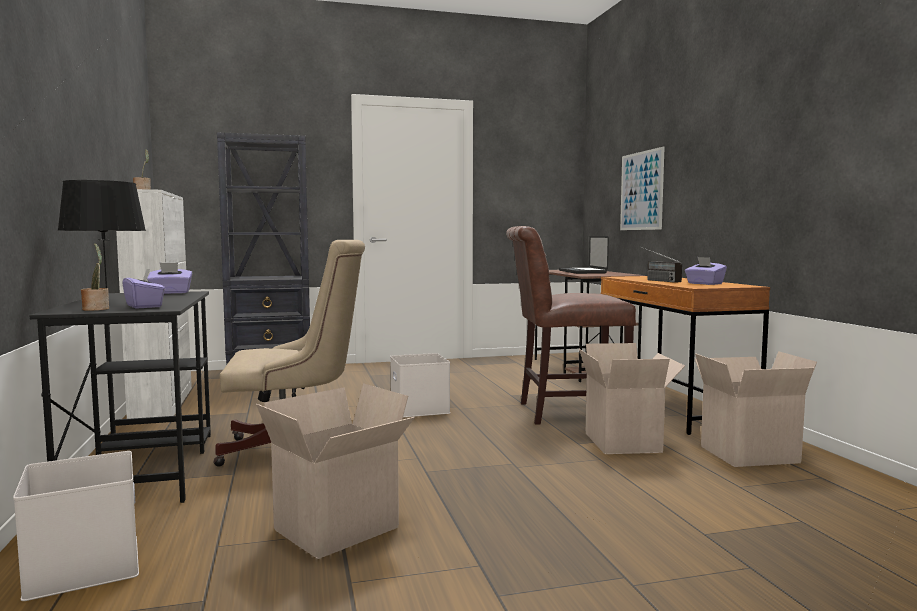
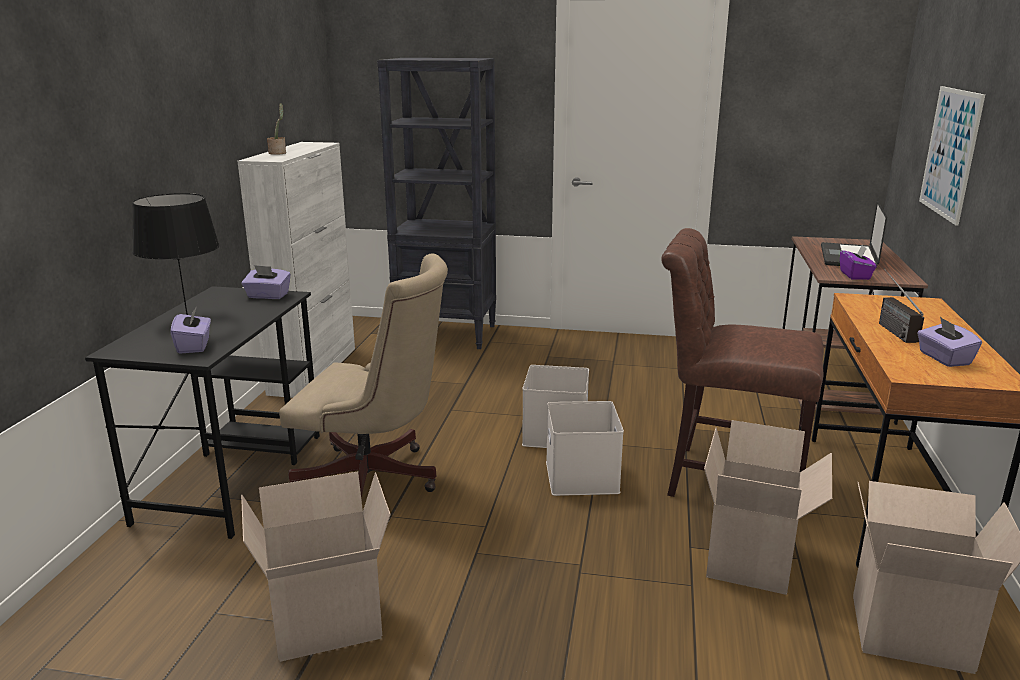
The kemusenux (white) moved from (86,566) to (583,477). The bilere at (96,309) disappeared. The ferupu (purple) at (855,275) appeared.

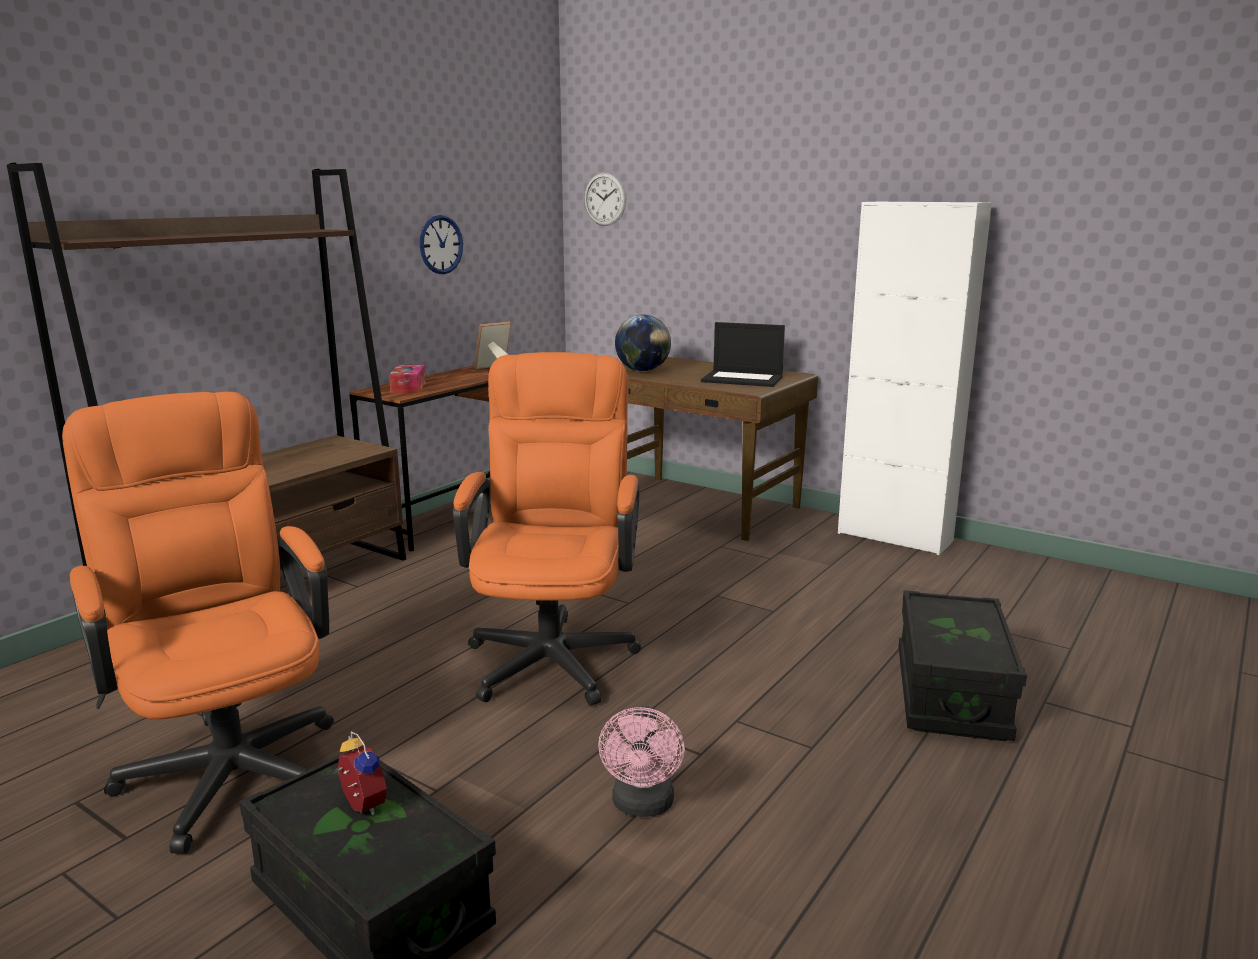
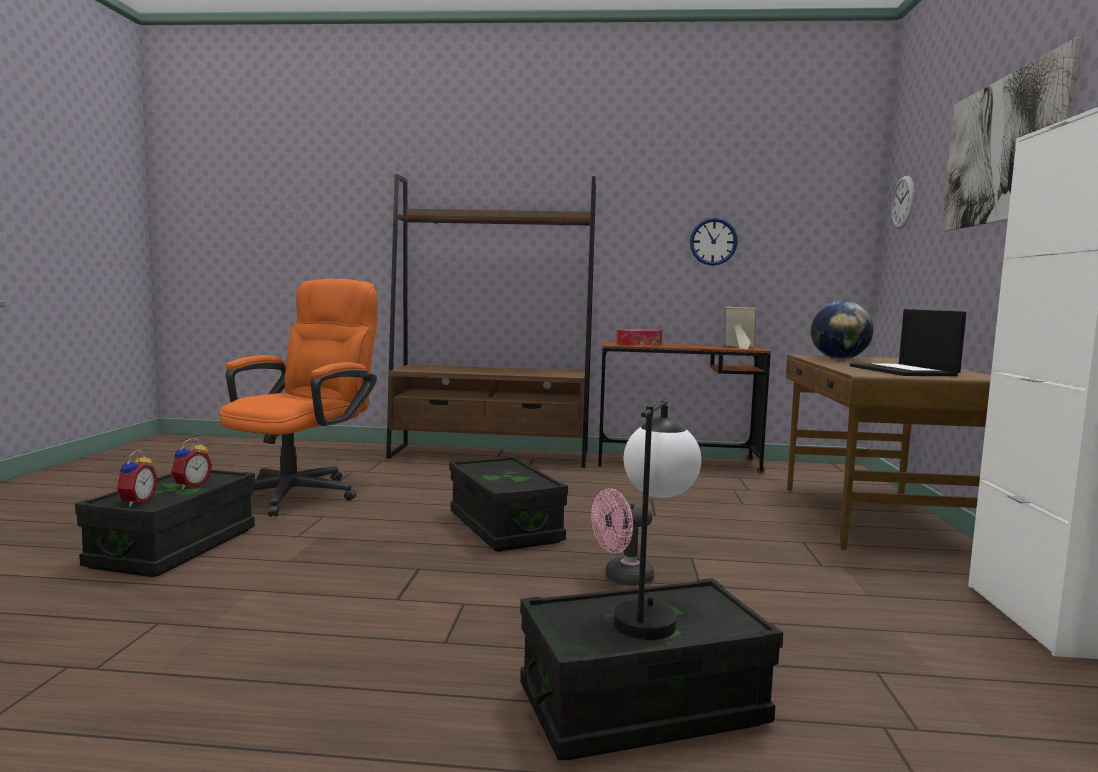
The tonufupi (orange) at (554,652) was replaced by the kemusenux (black) at (504,527). The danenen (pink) moved from (642,806) to (621,578). The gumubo at (135,502) appeared. The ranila at (650,613) appeared. The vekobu at (1003,150) appeared.

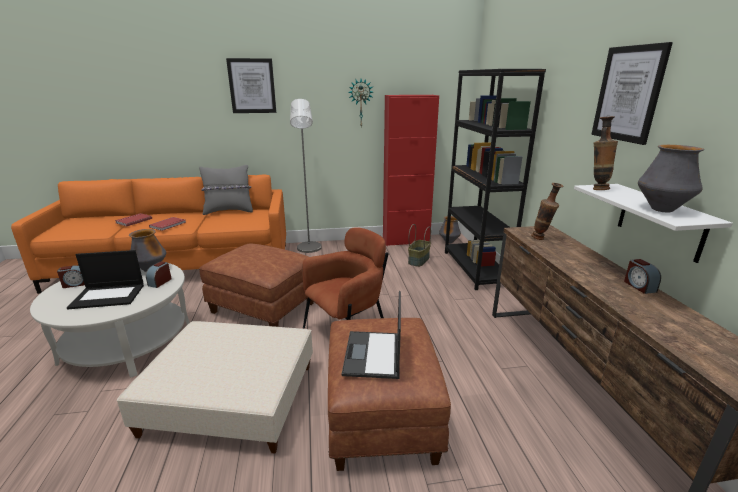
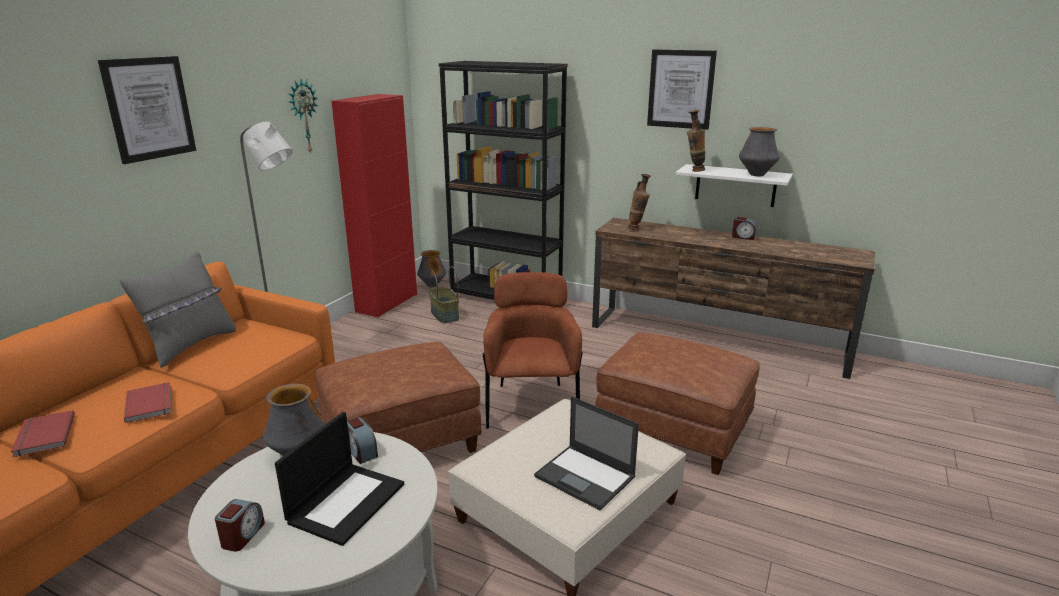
The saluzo moved from (373,355) to (586,477).

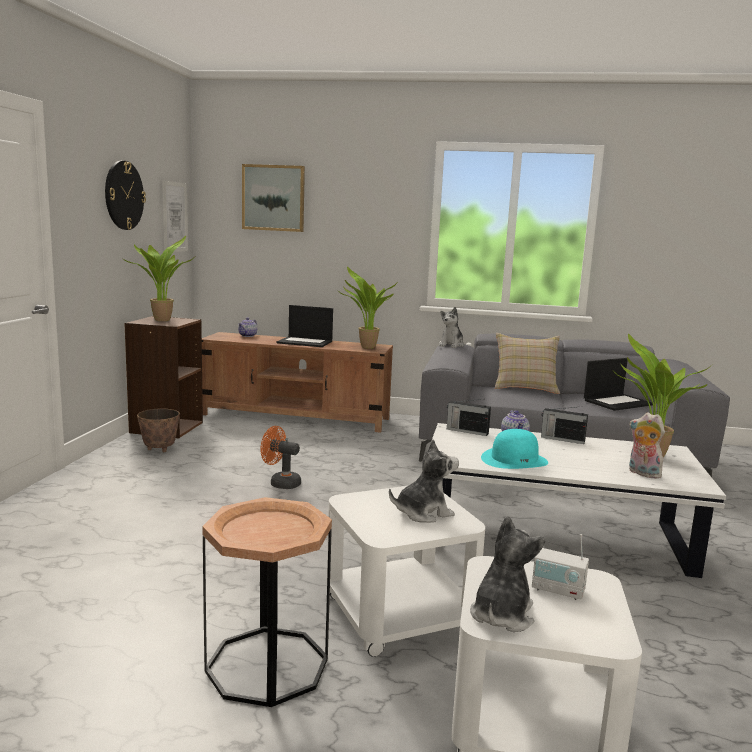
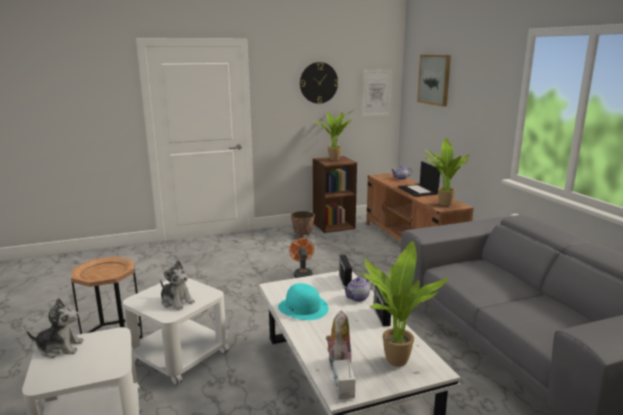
The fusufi at (451,345) disappeared. The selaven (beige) at (525,388) disappeared. The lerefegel moved from (558,590) to (343,389). The saluzo at (618,402) disappeared.

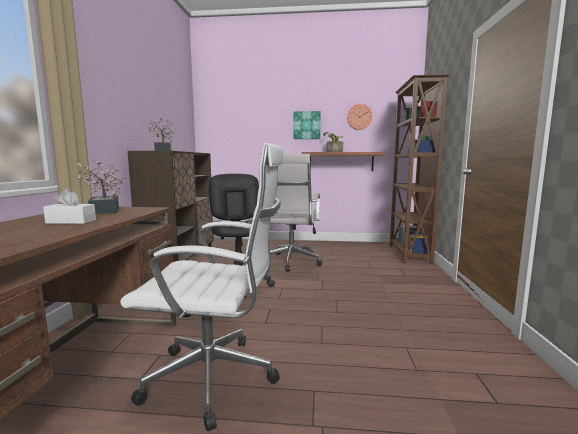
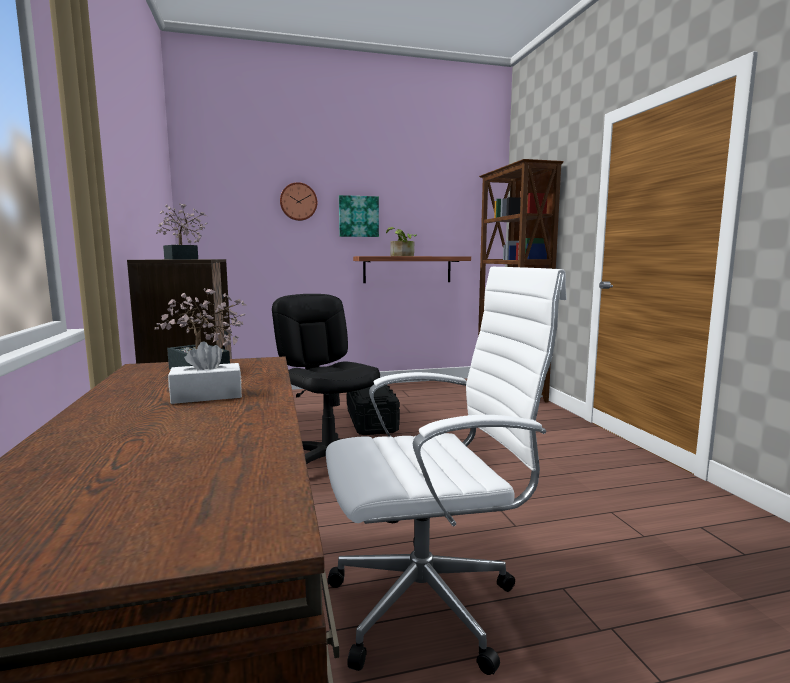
The tonufupi (white) at (290,262) was replaced by the kemusenux (black) at (371,421). The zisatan moved from (359,117) to (298,202).

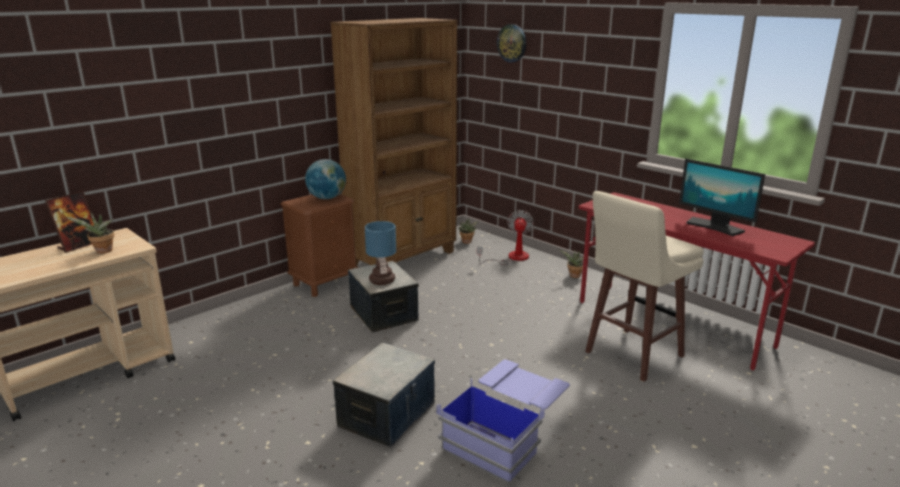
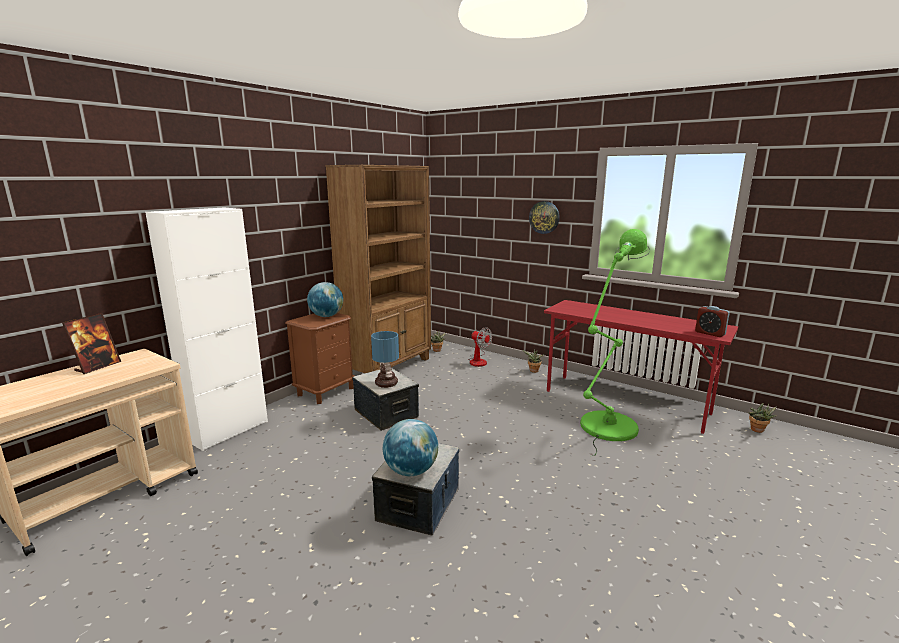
The bilere moved from (102,252) to (758,431). The kemusenux (blue) at (505,437) disappeared. The danenen at (511,258) turned 135 degrees clockwise. The zisatan moved from (512,43) to (544,217). The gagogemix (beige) at (631,355) was replaced by the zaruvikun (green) at (605,430). The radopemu at (714,226) disappeared. The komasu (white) at (228,431) appeared. The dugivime at (411,471) appeared. The gumubo at (710,333) appeared.

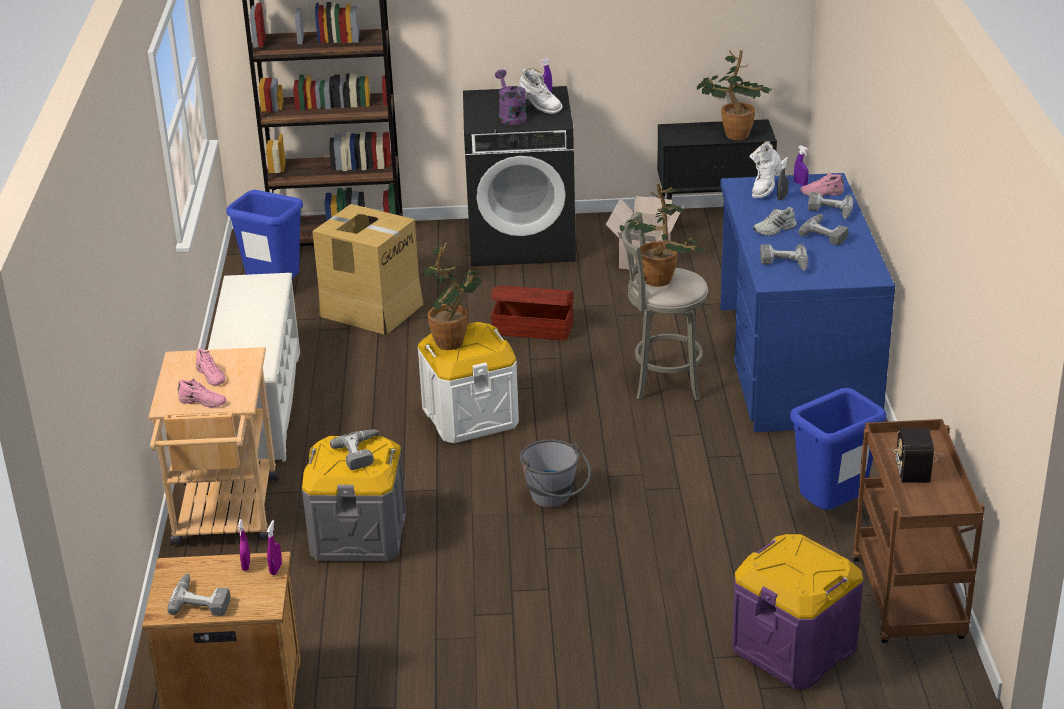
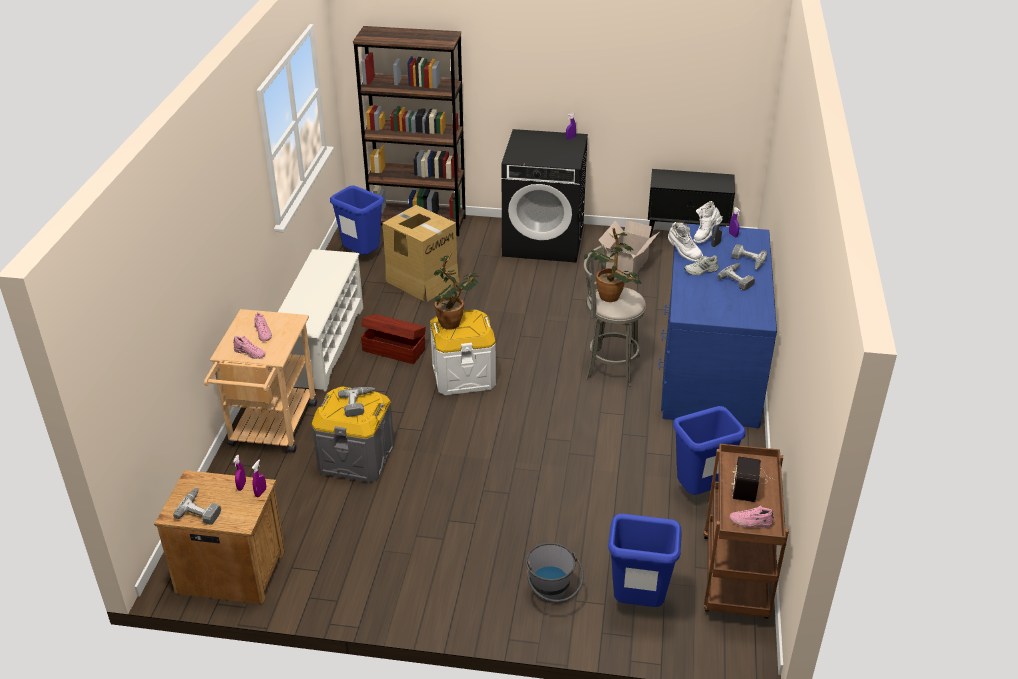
The kemusenux (brown) moved from (532,328) to (393,349). The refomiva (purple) at (510,116) disappeared. The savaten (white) moved from (539,108) to (683,254). The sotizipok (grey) moved from (555,500) to (552,594). The bilere at (732,133) disappeared. The kemusenux (purple) at (794,648) was replaced by the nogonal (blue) at (637,604). The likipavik at (784,264) disappeared. The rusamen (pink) moved from (821,193) to (750,522).

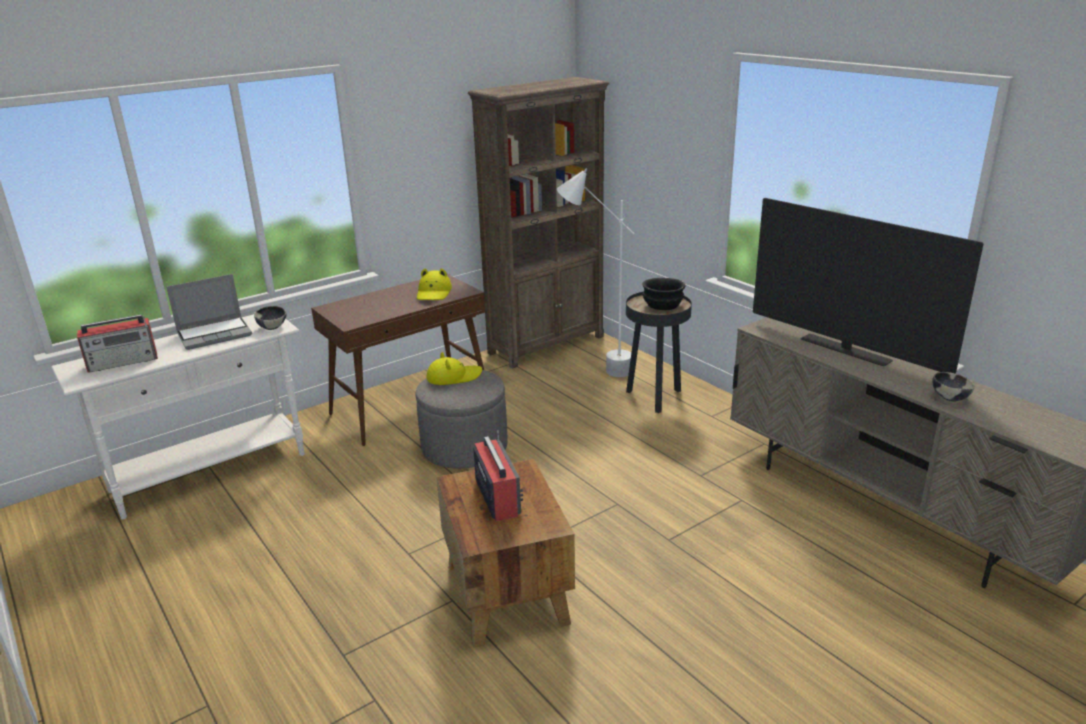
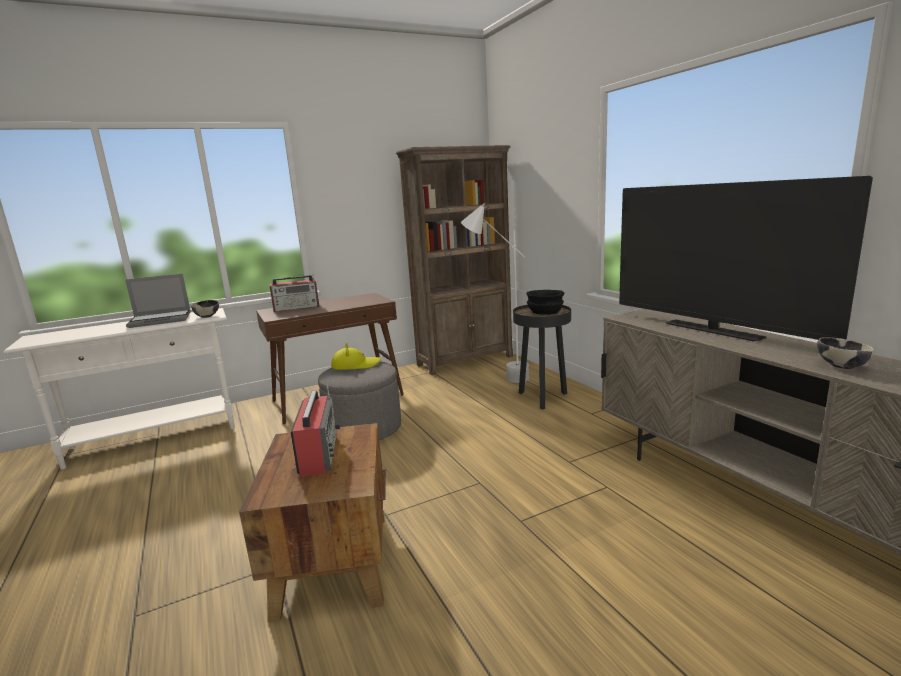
The lerefegel moved from (124,362) to (297,308). The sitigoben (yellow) at (434,293) disappeared.

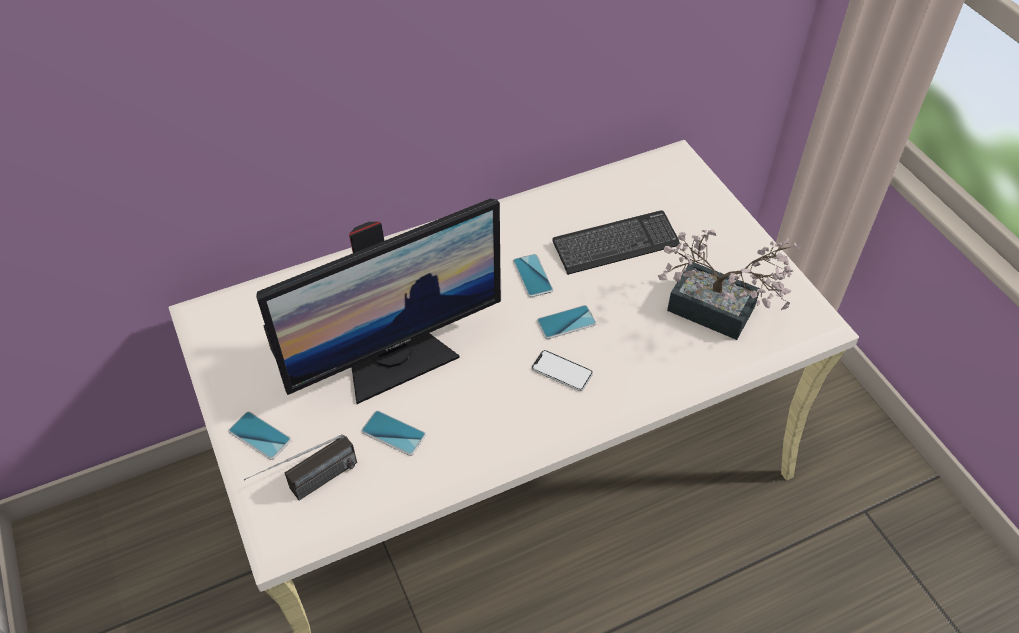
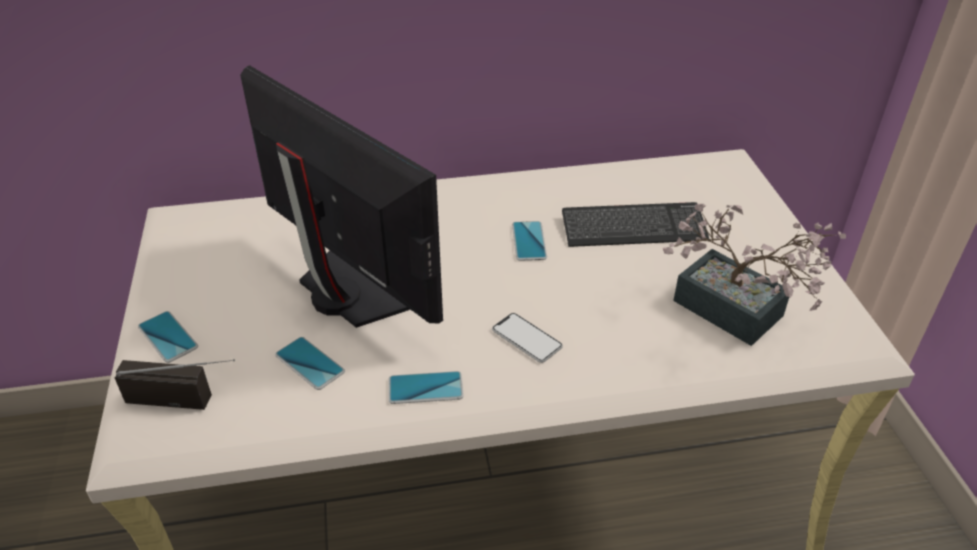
The lerefegel at (309,487) turned 150 degrees counterclockwise. The radopemu at (396,360) turned 120 degrees counterclockwise. The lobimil moved from (566,323) to (425,388).

